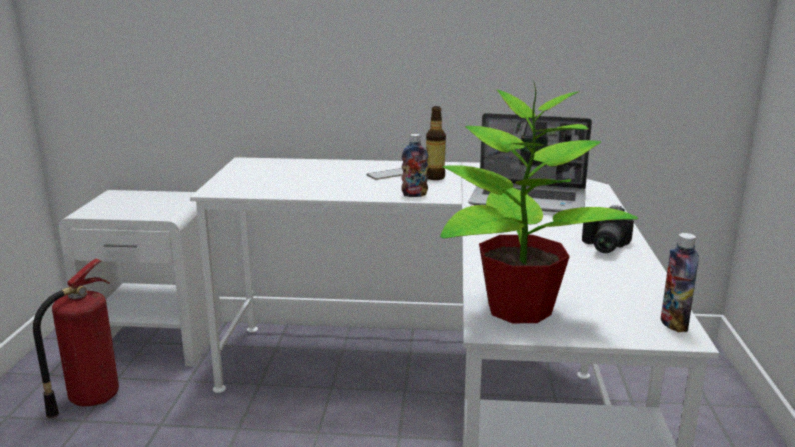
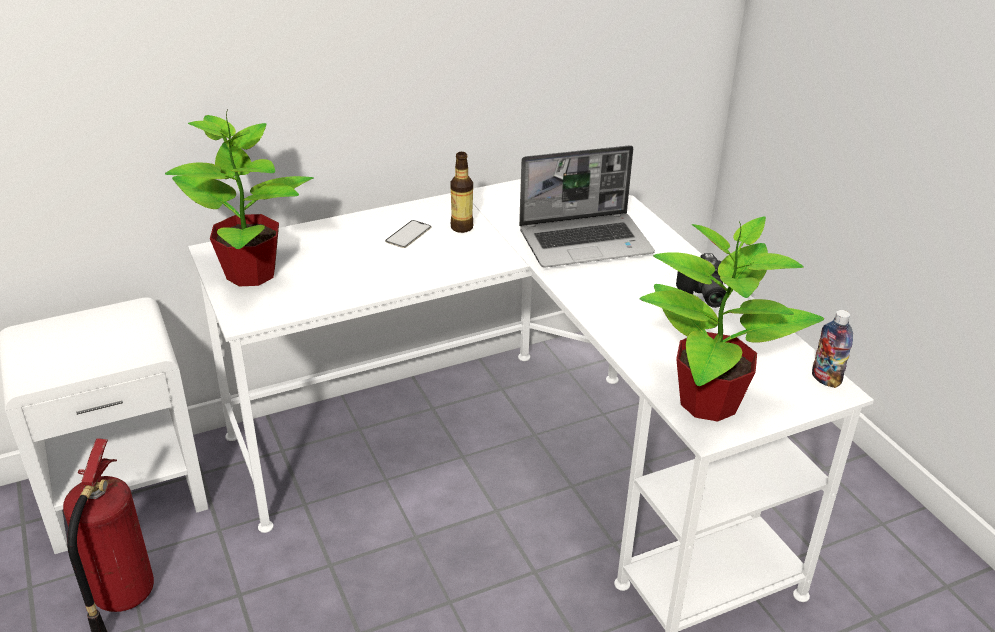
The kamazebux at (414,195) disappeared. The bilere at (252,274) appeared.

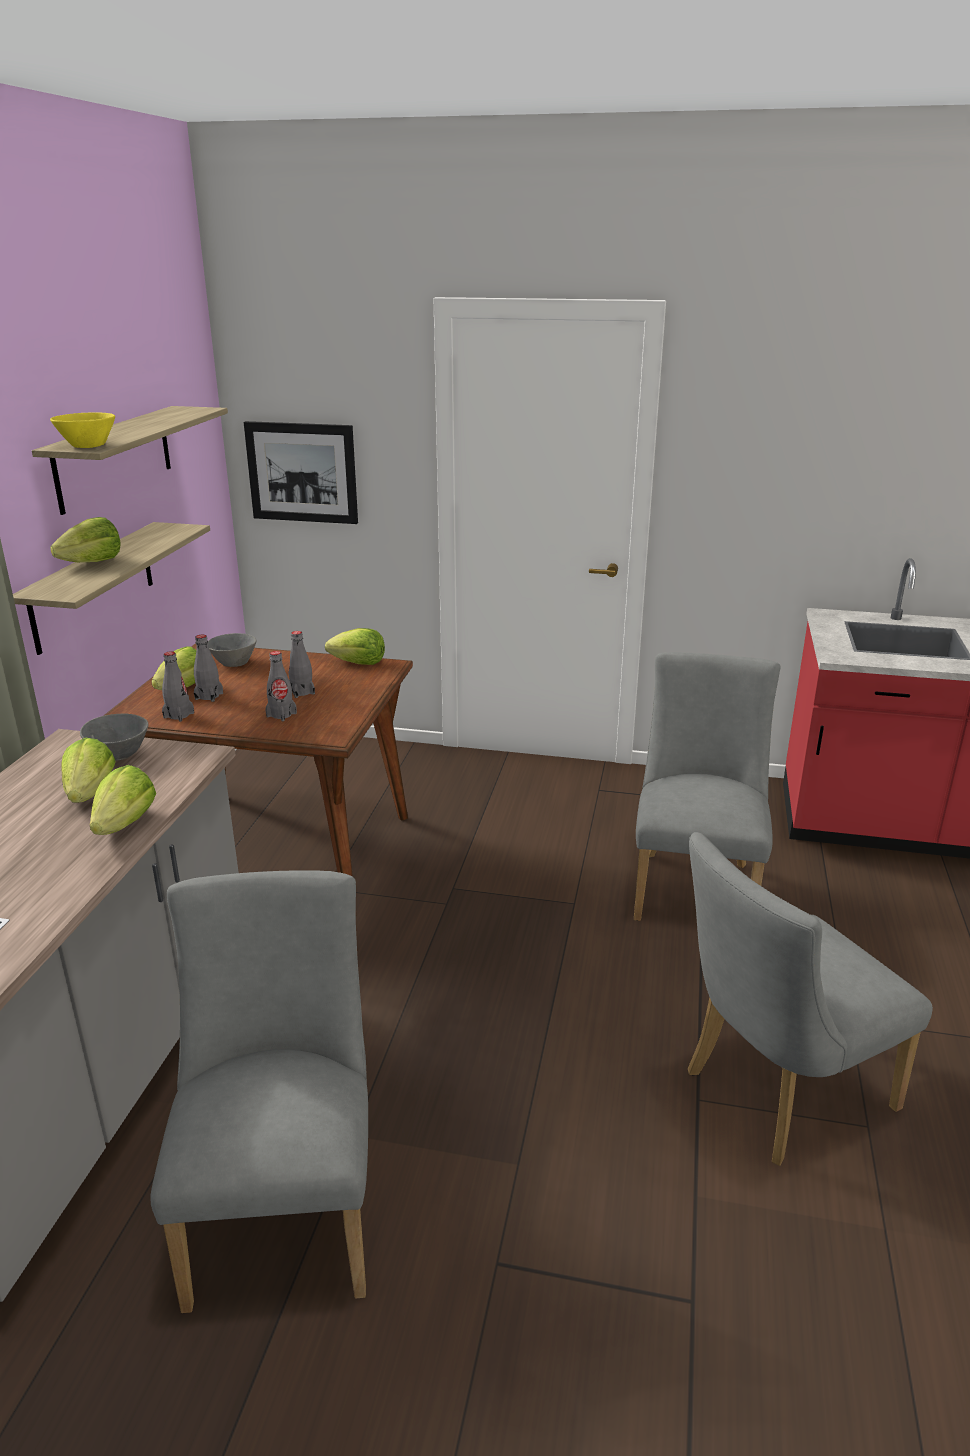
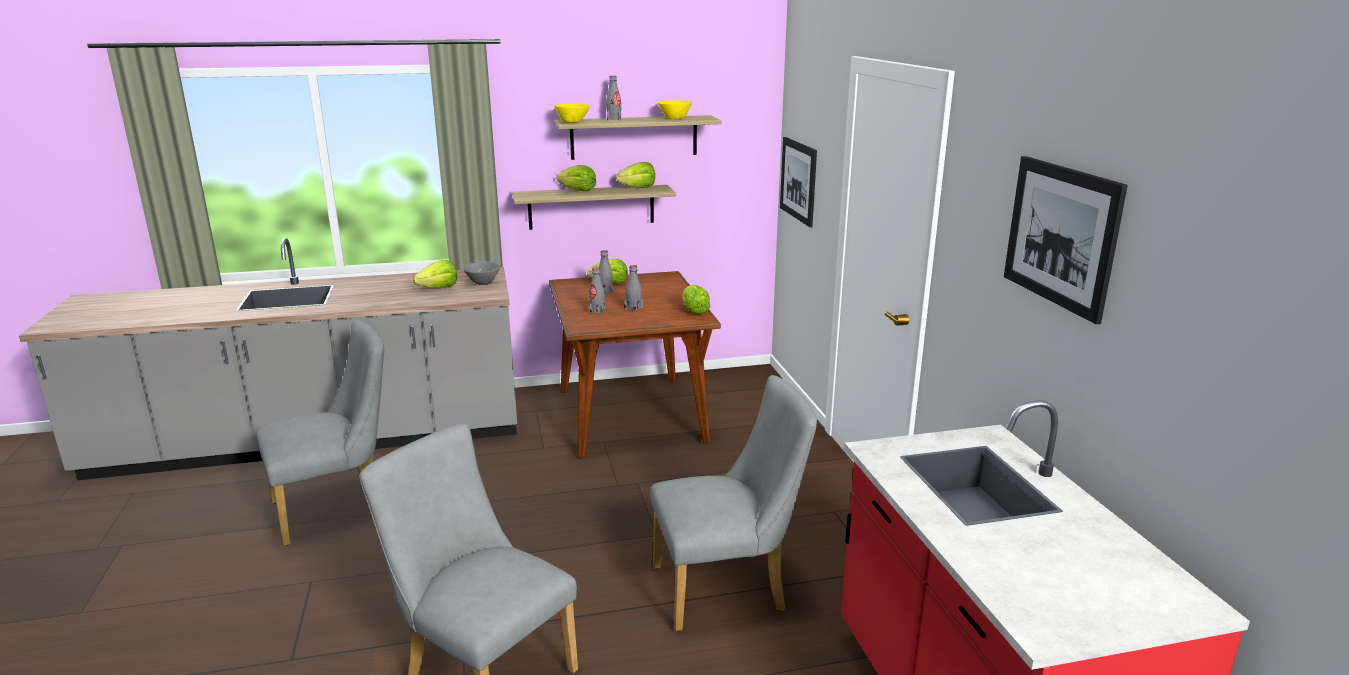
The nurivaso moved from (125,824) to (638,188). The kamazebux (grey) moved from (179,715) to (614,119). The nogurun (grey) at (234,662) disappeared. The nogurun (yellow) at (675,118) appeared. The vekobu at (1061,235) appeared.

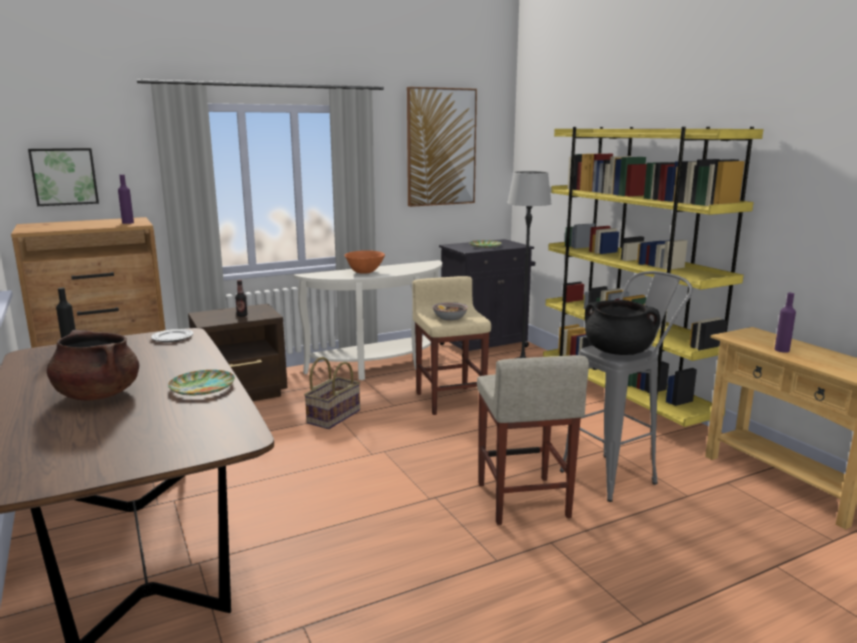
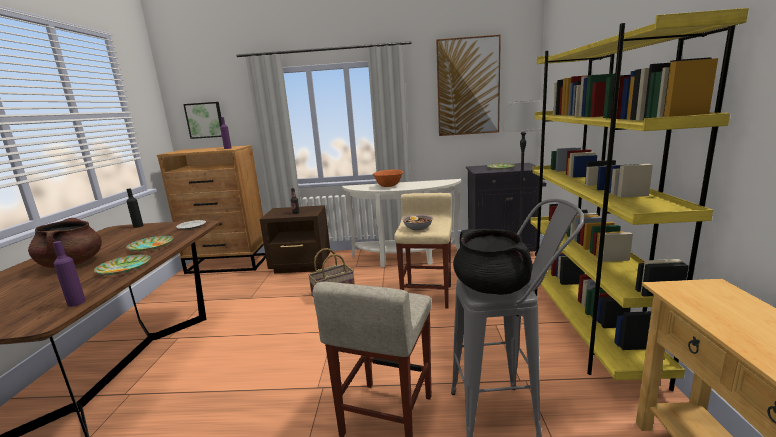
The kamazebux (purple) moved from (781,350) to (76,302). The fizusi at (151,246) appeared.

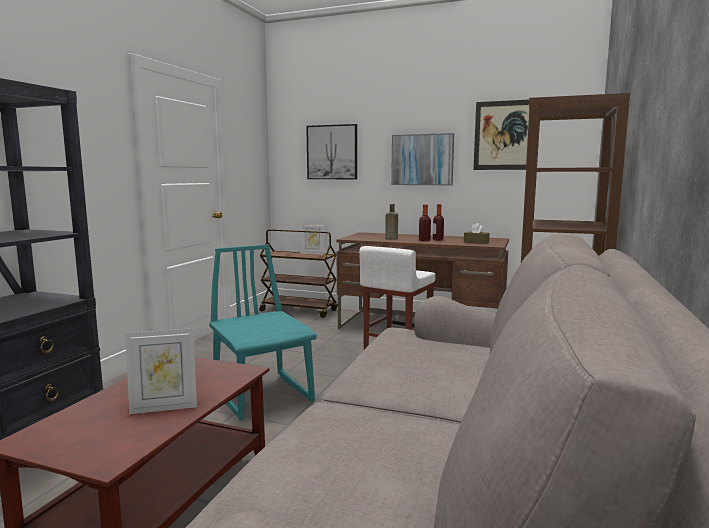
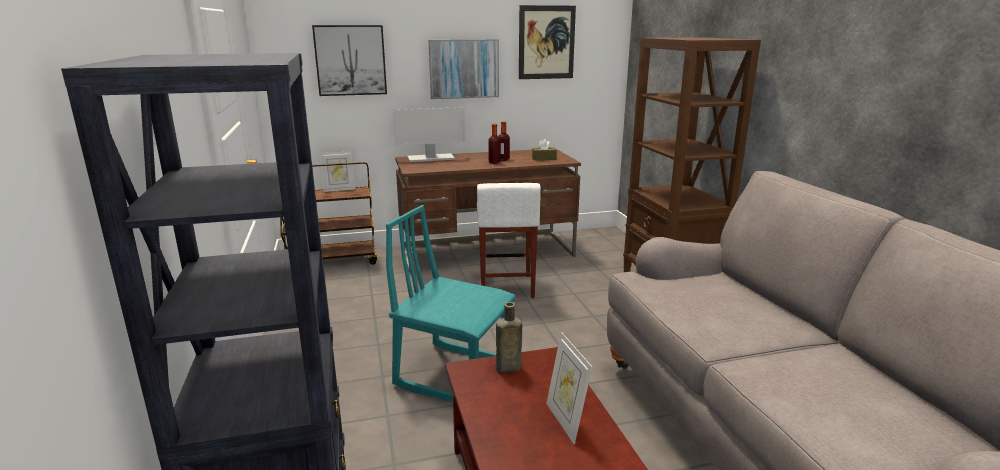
The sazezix at (164,407) turned 120 degrees clockwise. The kamazebux (brown) moved from (390,239) to (506,368). The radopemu at (430,158) appeared.

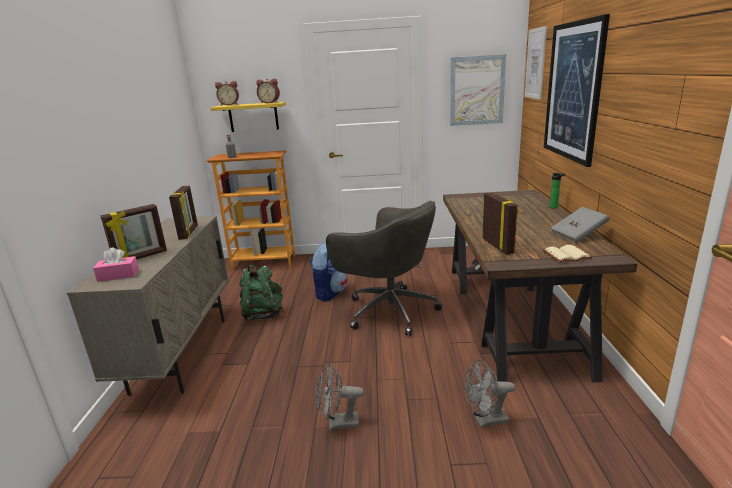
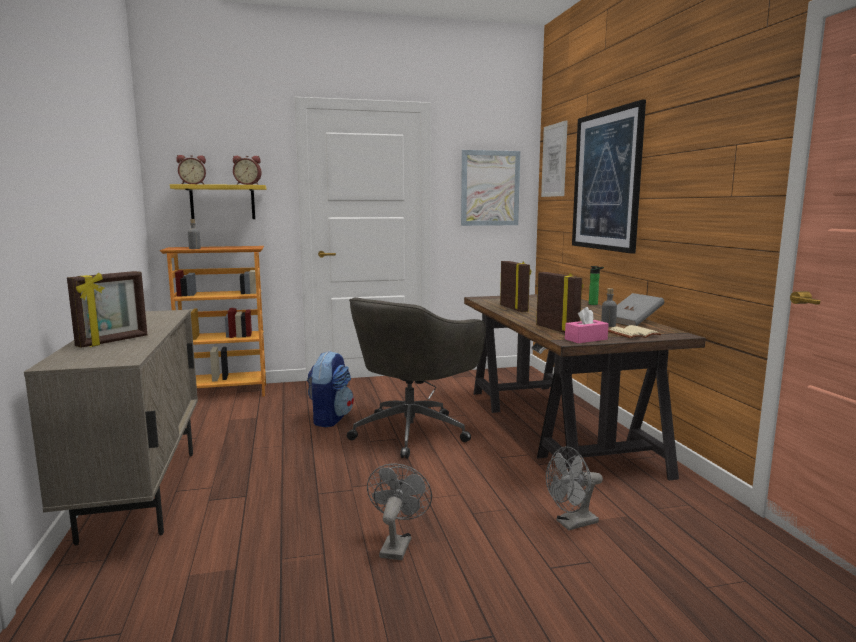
The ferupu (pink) moved from (118,275) to (586,339). The sazezix moved from (189,232) to (514,309). The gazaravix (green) at (263,314) disappeared. The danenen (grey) at (338,423) turned 120 degrees clockwise. The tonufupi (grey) at (388,310) turned 105 degrees clockwise. The kamazebux (grey) at (608,325) appeared.

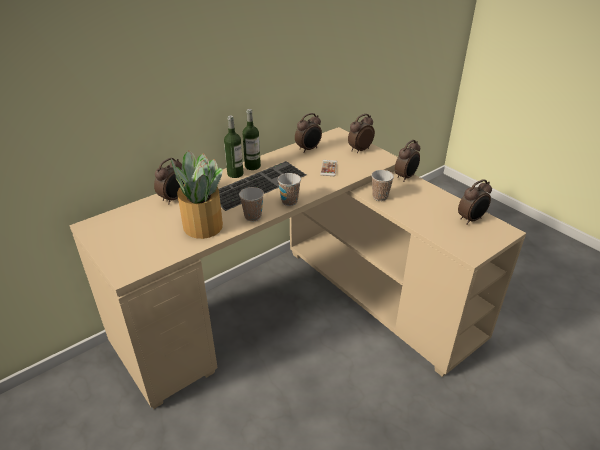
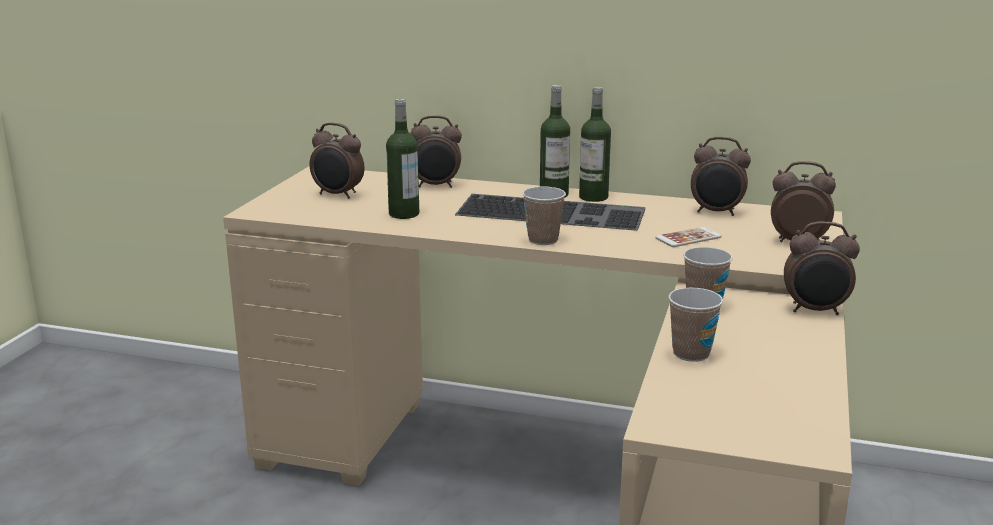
The bilere at (203,225) was replaced by the kamazebux at (404,214). The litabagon moved from (253,216) to (691,353). The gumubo moved from (471,219) to (338,195).

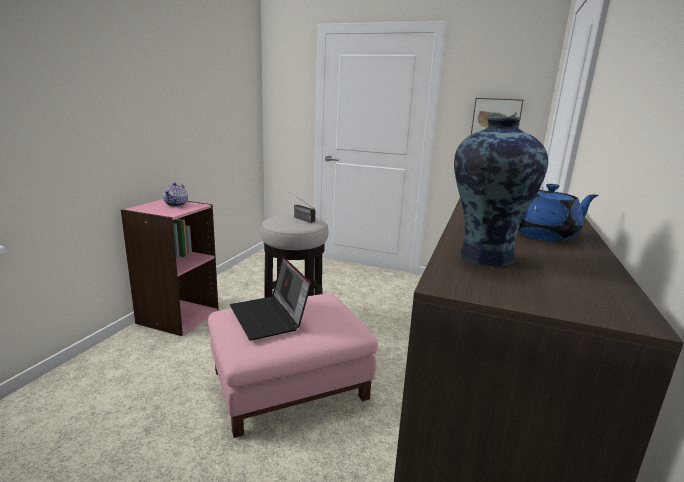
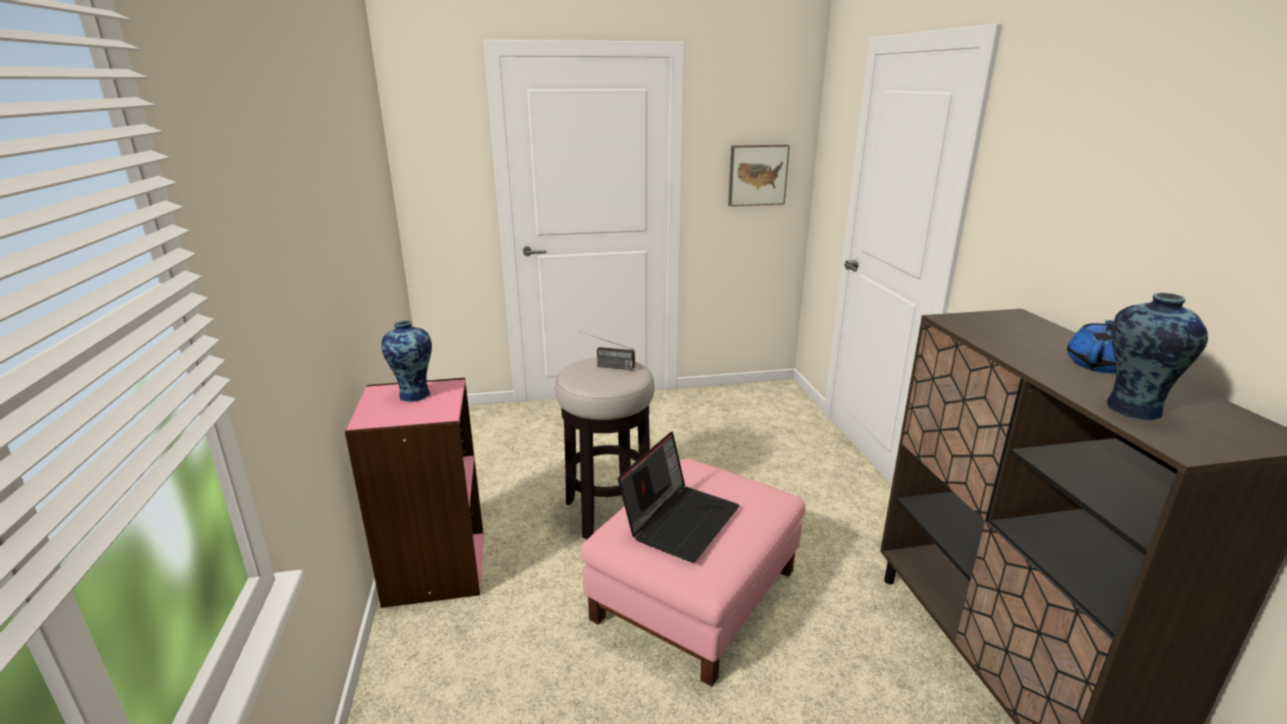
The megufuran at (176,204) was replaced by the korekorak at (414,394). The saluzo at (269,317) turned 90 degrees counterclockwise.

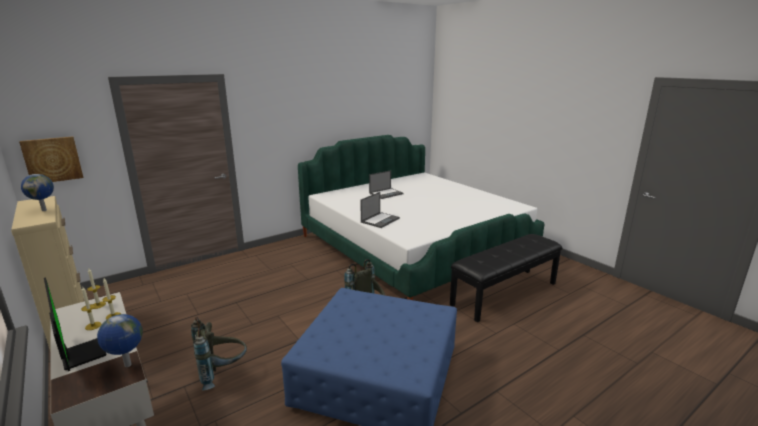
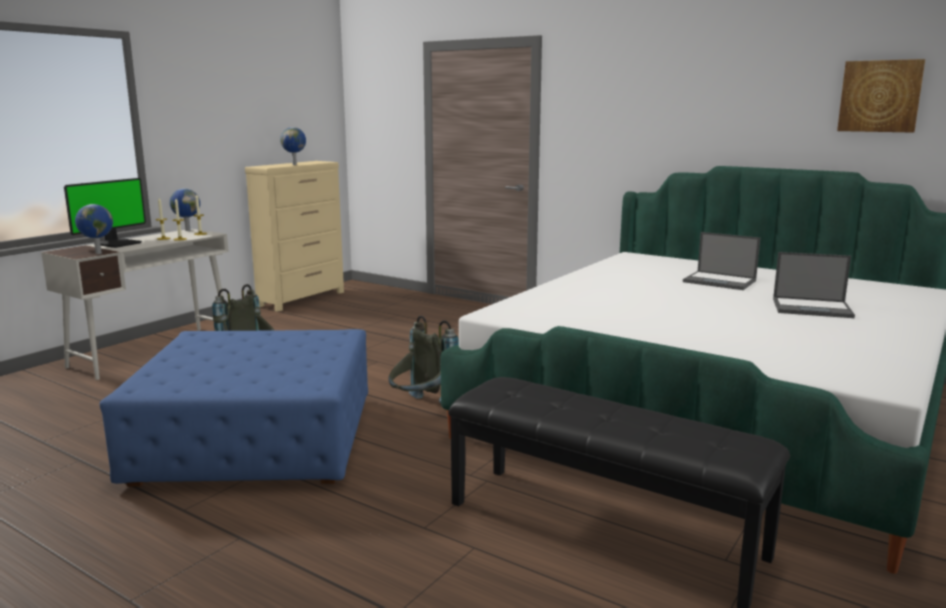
The vekobu moved from (52,159) to (880,96). The saluzo moved from (380,220) to (813,308). The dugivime at (187,230) appeared.

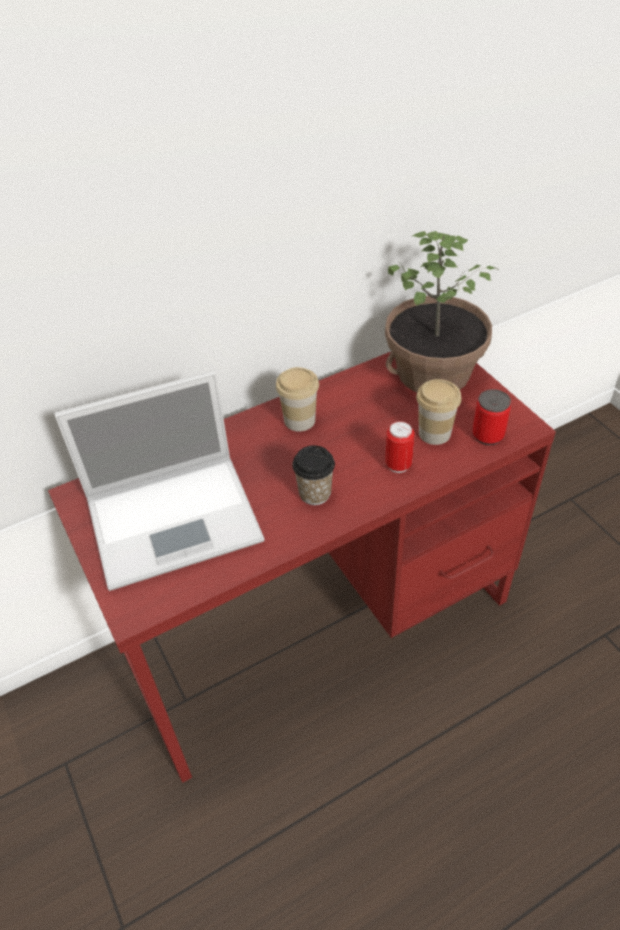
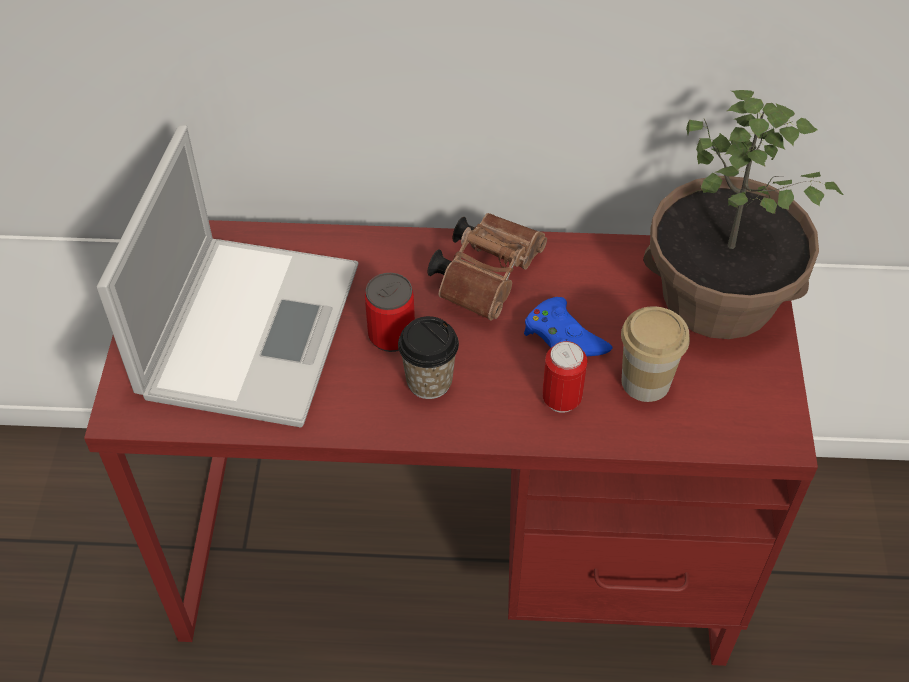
The saluzo at (176,518) turned 90 degrees counterclockwise. The litabagon at (299,420) was replaced by the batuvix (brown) at (488,275). The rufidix moved from (488,435) to (391,335). The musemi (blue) at (563,338) appeared.

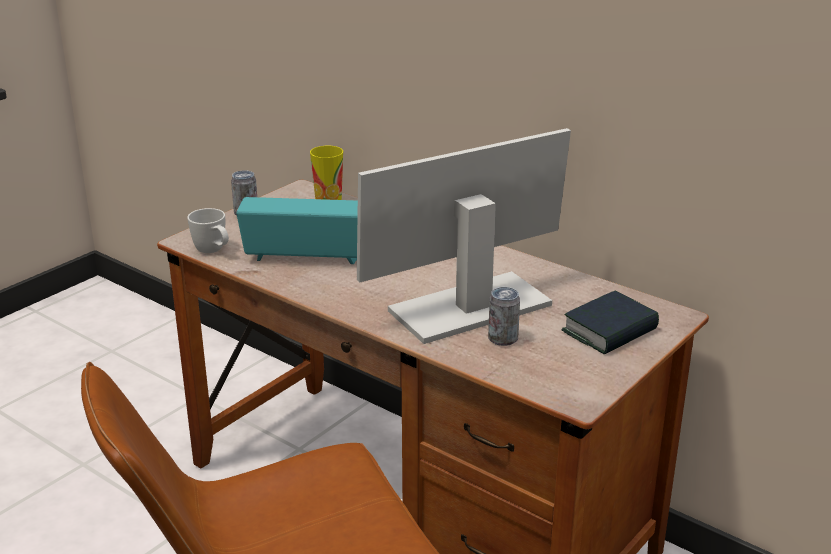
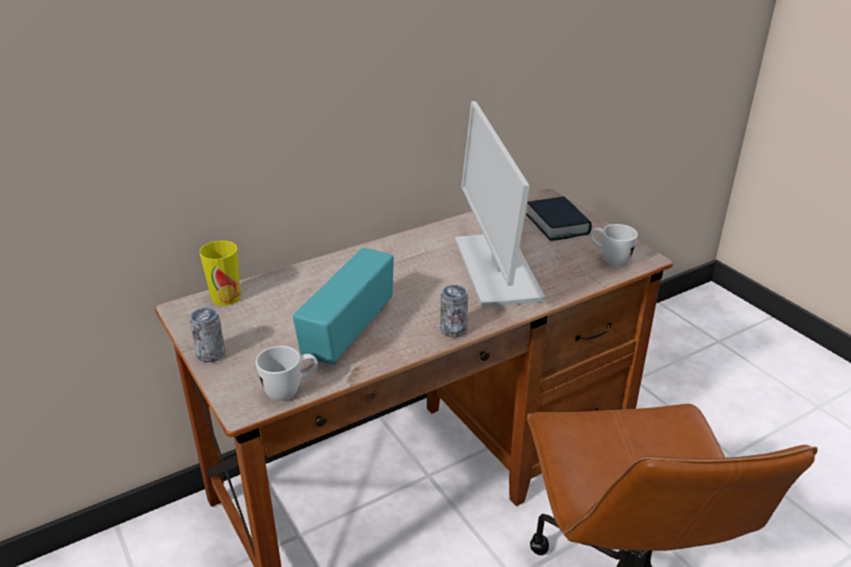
The rufidix moved from (503,339) to (453,330). The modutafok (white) at (609,260) appeared.

